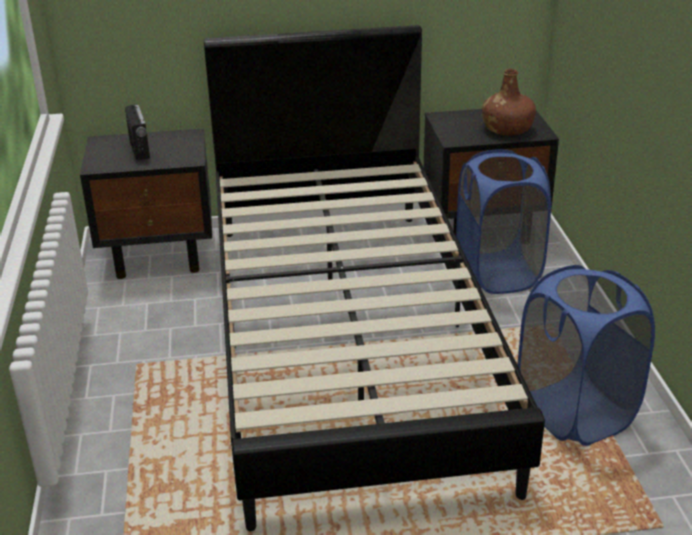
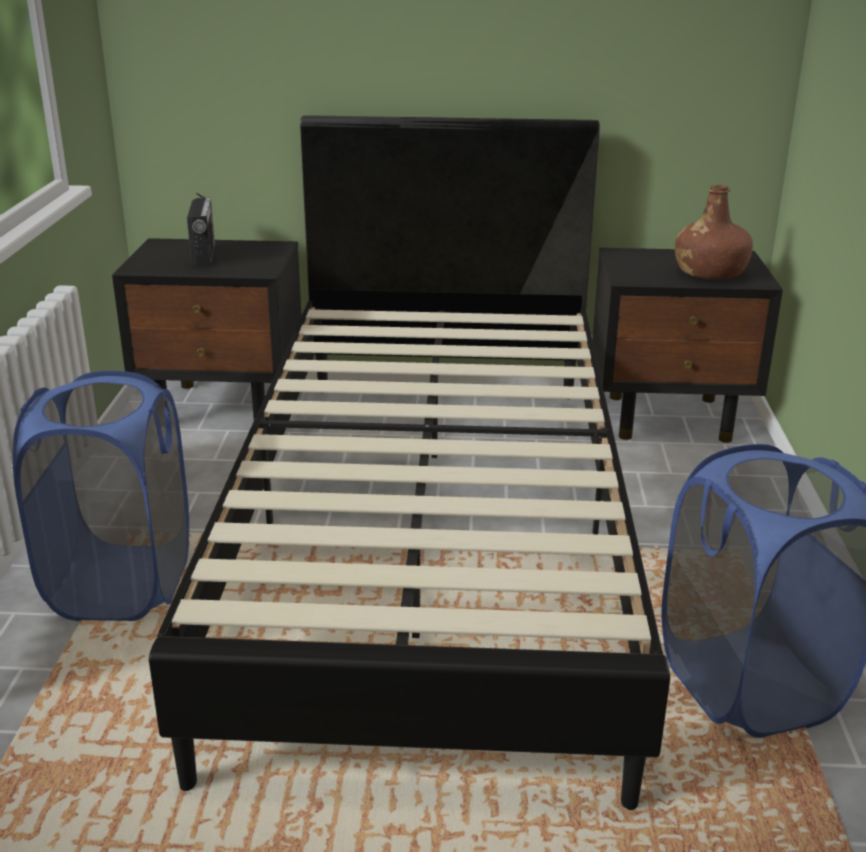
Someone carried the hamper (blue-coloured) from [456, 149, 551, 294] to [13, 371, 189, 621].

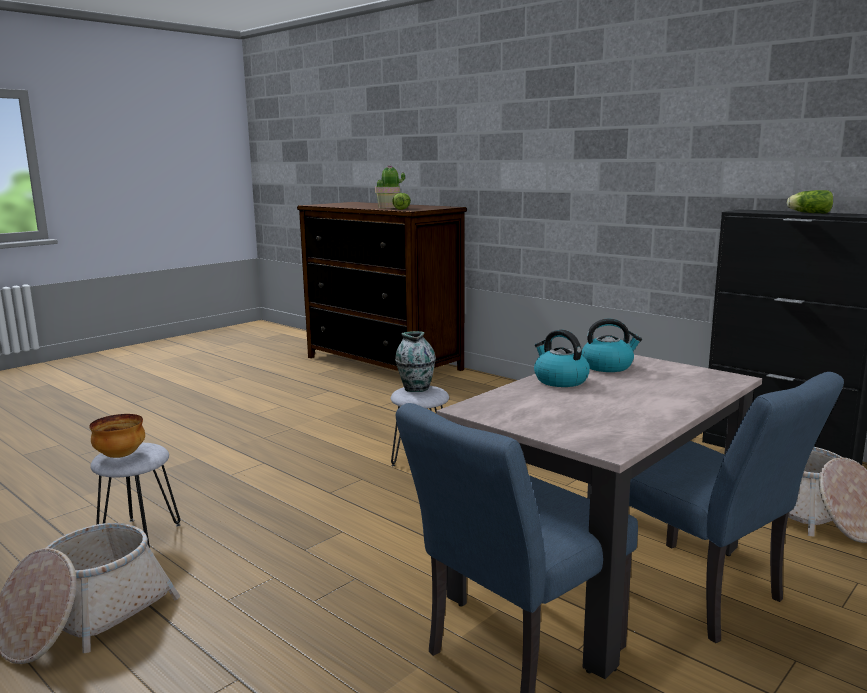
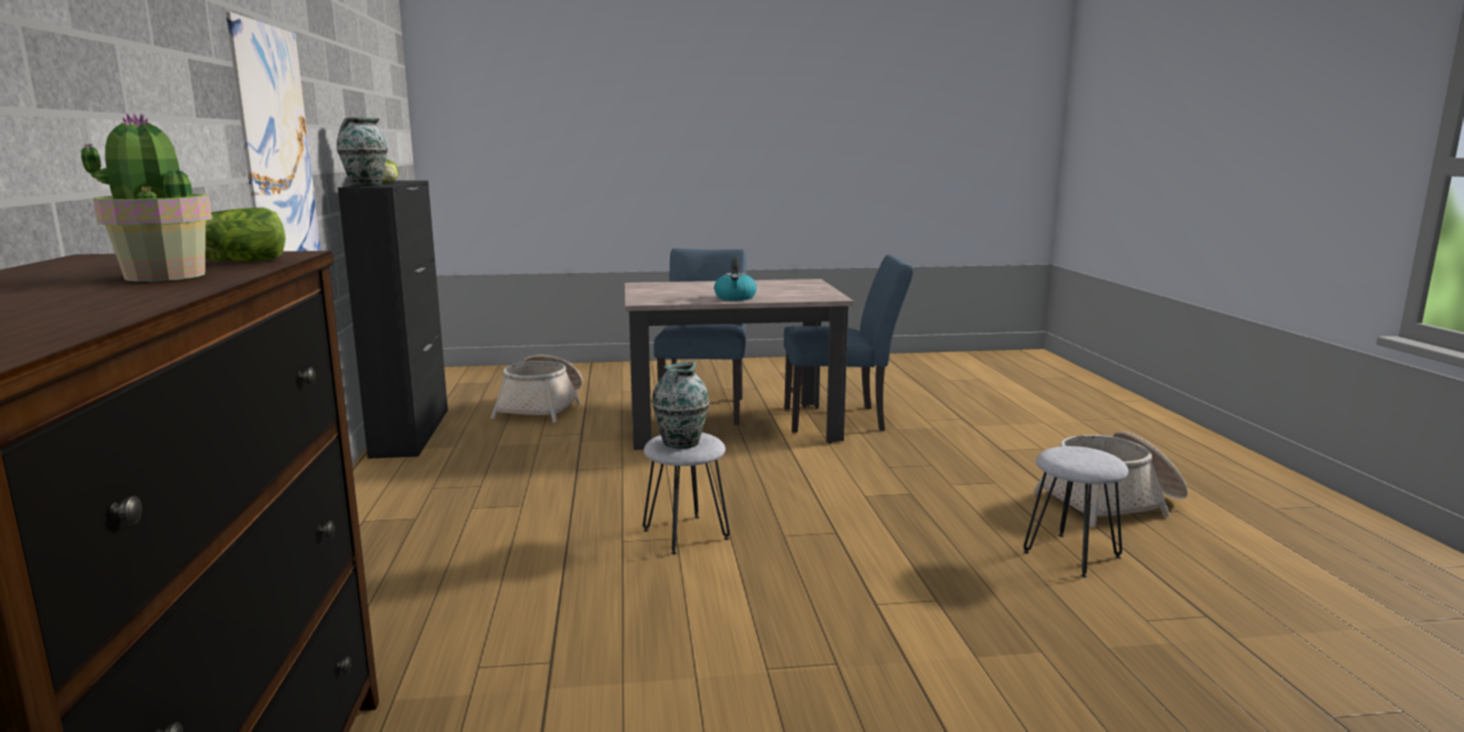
Someone took away the bowl at [89, 414, 145, 458].
Someone took away the water kettle at [581, 319, 642, 372].
Someone put up the wall picture at [226, 12, 321, 251].
Someone put down the flower vase at [337, 117, 388, 186].

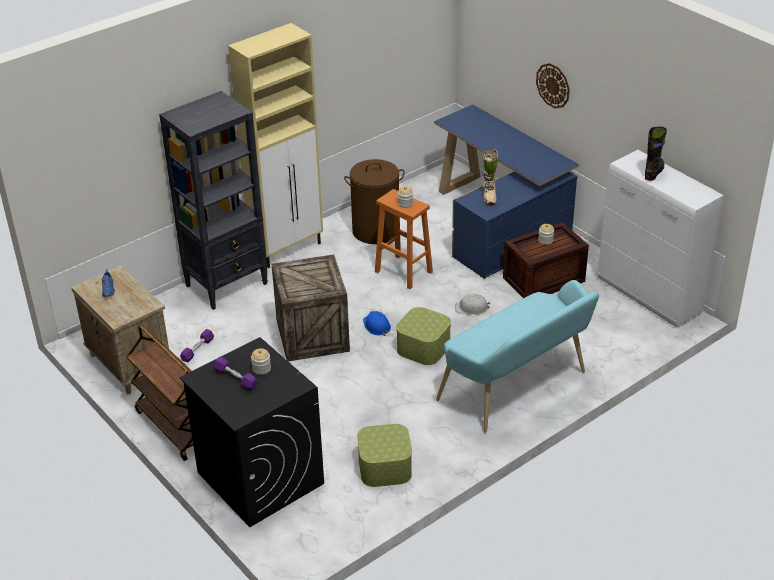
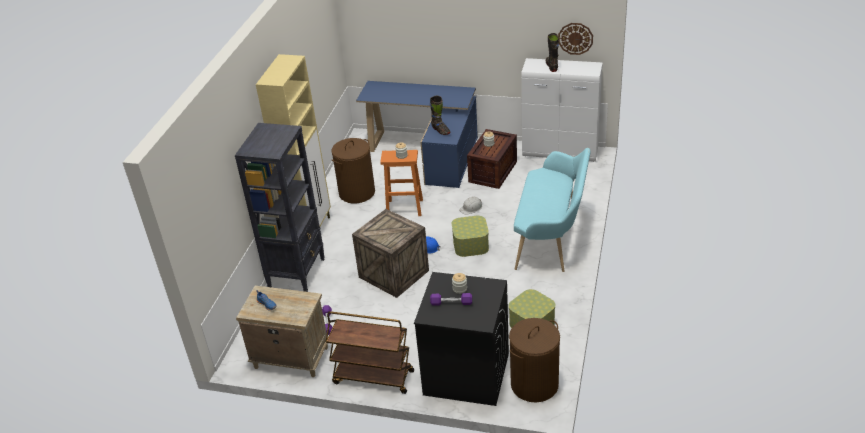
Someone repainted the boot (beige) at [483, 150, 498, 205], which became the boot (blackish) at [430, 96, 451, 135].
Someone carried the wall clock from [536, 63, 570, 109] to [558, 23, 593, 55].
Someone put down the hamper (brown-coloured) at [509, 318, 560, 403].

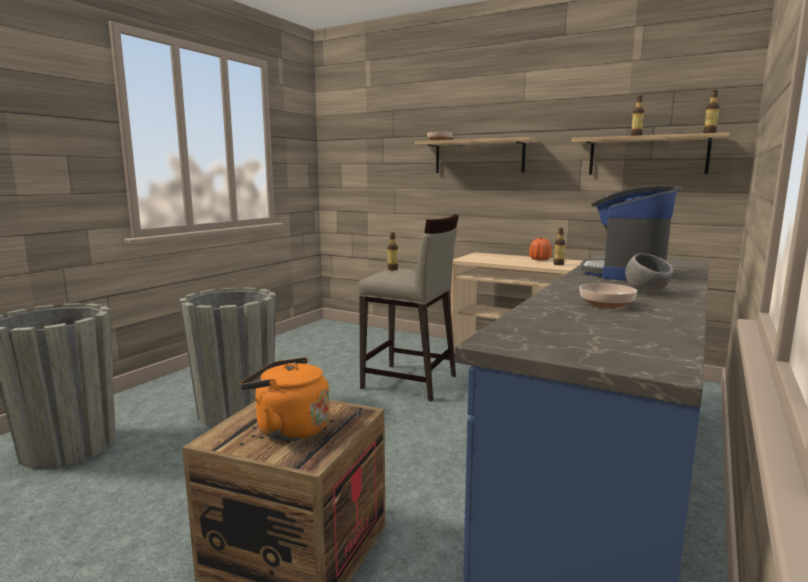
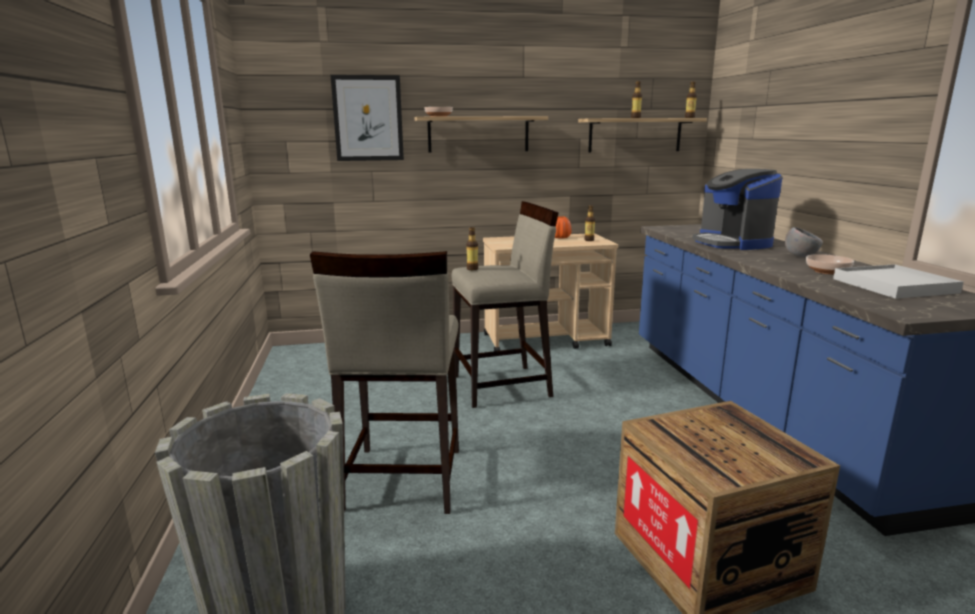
Someone swapped the planter (greyish) at [179, 287, 276, 428] for the sitting stool (beige) at [310, 251, 459, 514].
Someone took away the water kettle (orangey) at [239, 357, 330, 441].
Someone put up the wall picture at [331, 75, 404, 161].
Someone put down the serving tray (white) at [833, 264, 964, 299].

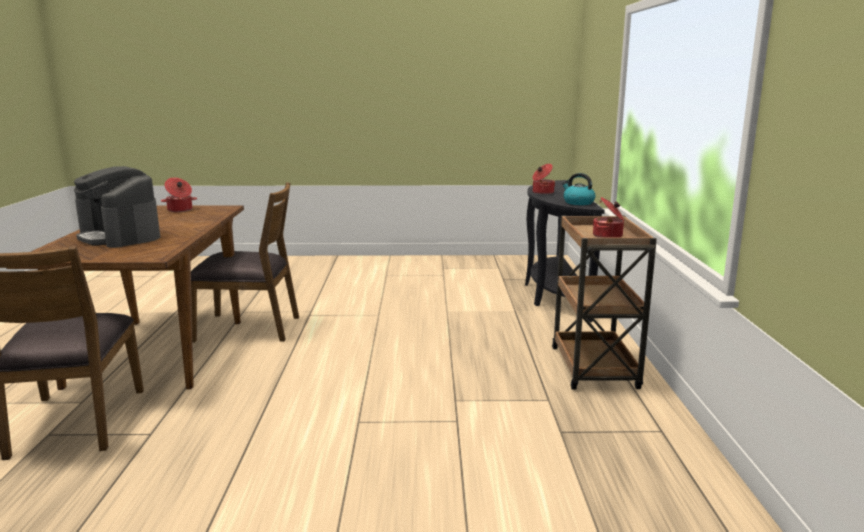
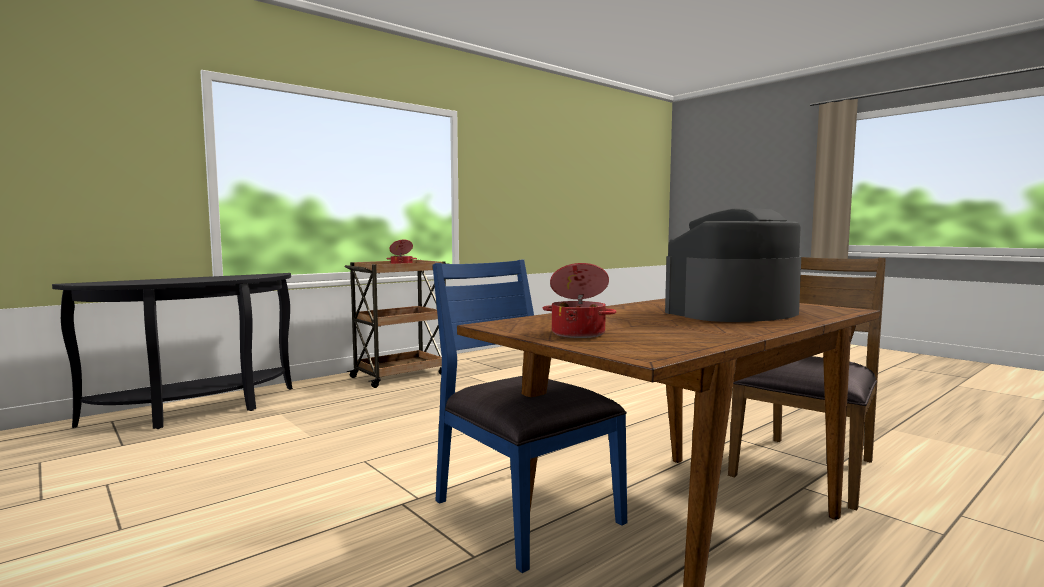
Someone rotated the coffee machine at [74, 166, 160, 248] by 120 degrees counterclockwise.
Someone repainted the chair (brown-coloured) at [191, 182, 299, 343], which became the chair (blue-coloured) at [433, 259, 627, 573].
Someone took away the stockpot at [532, 164, 555, 194].
Someone took away the water kettle at [562, 173, 596, 205].

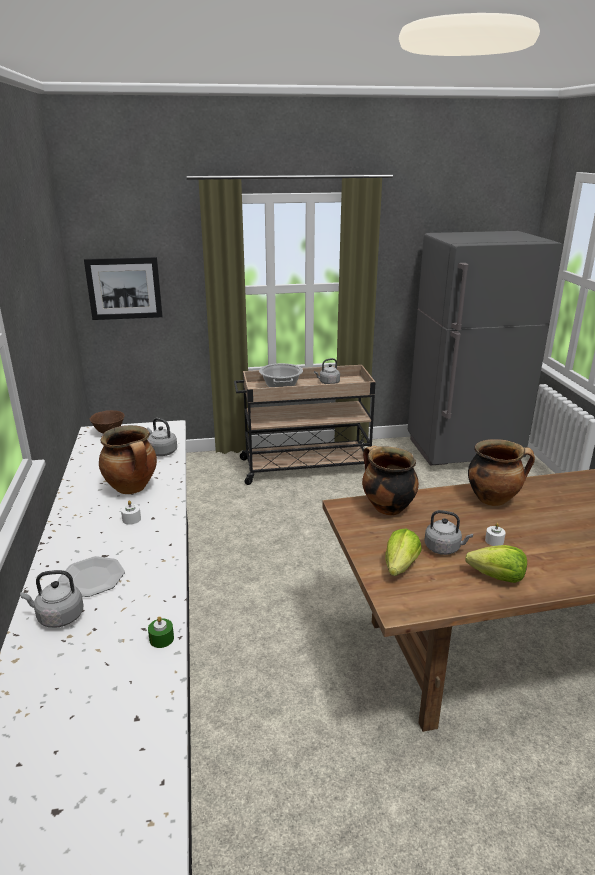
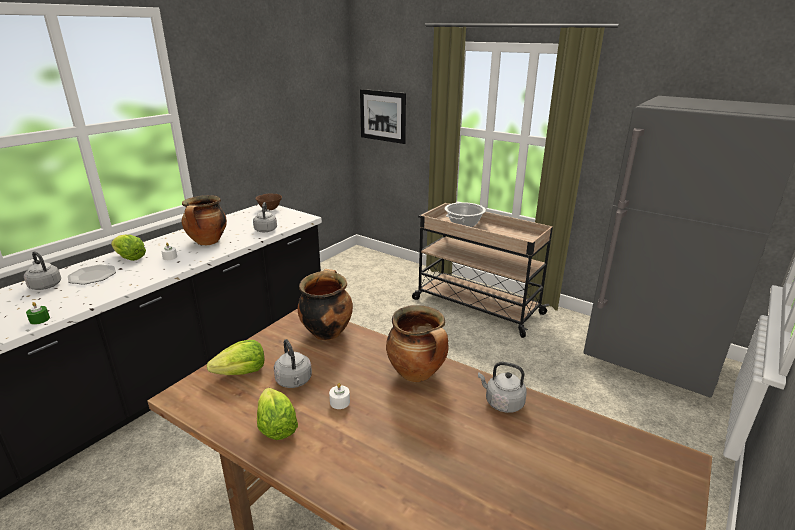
Someone carried the water kettle (greyish) from [314, 358, 340, 384] to [478, 362, 527, 413].
Someone put down the lettuce head at [111, 235, 146, 261].

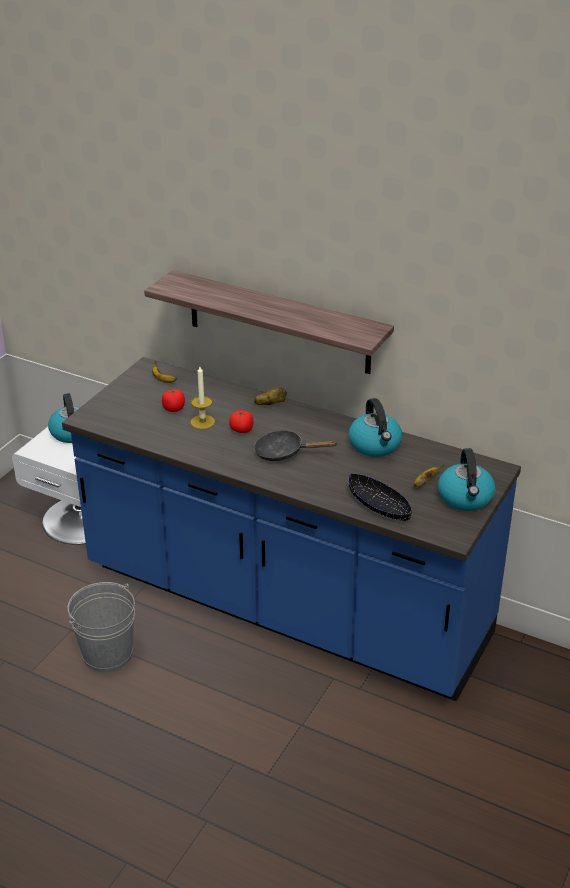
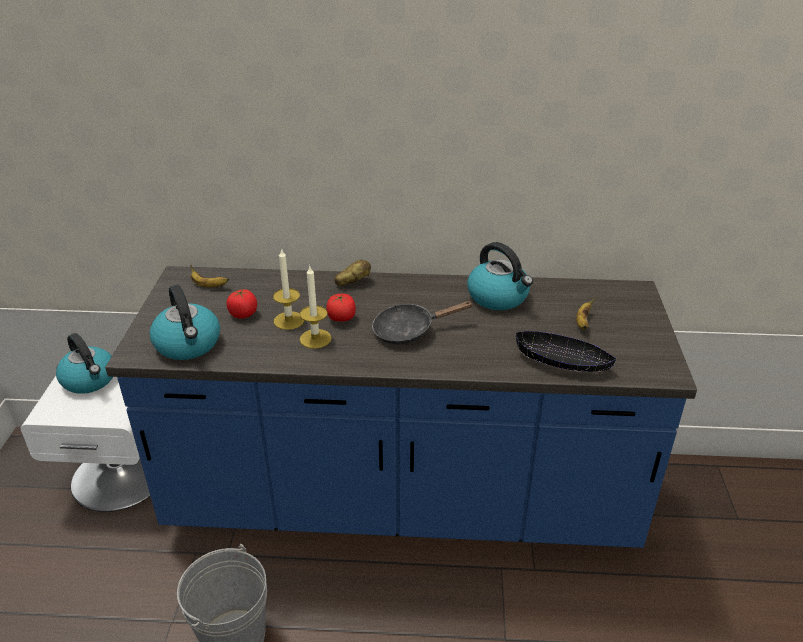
Someone took away the bracket shelf at [144, 270, 394, 374].
Someone carried the water kettle from [438, 448, 496, 511] to [149, 285, 220, 360].
Someone put down the candle at [300, 265, 332, 349].

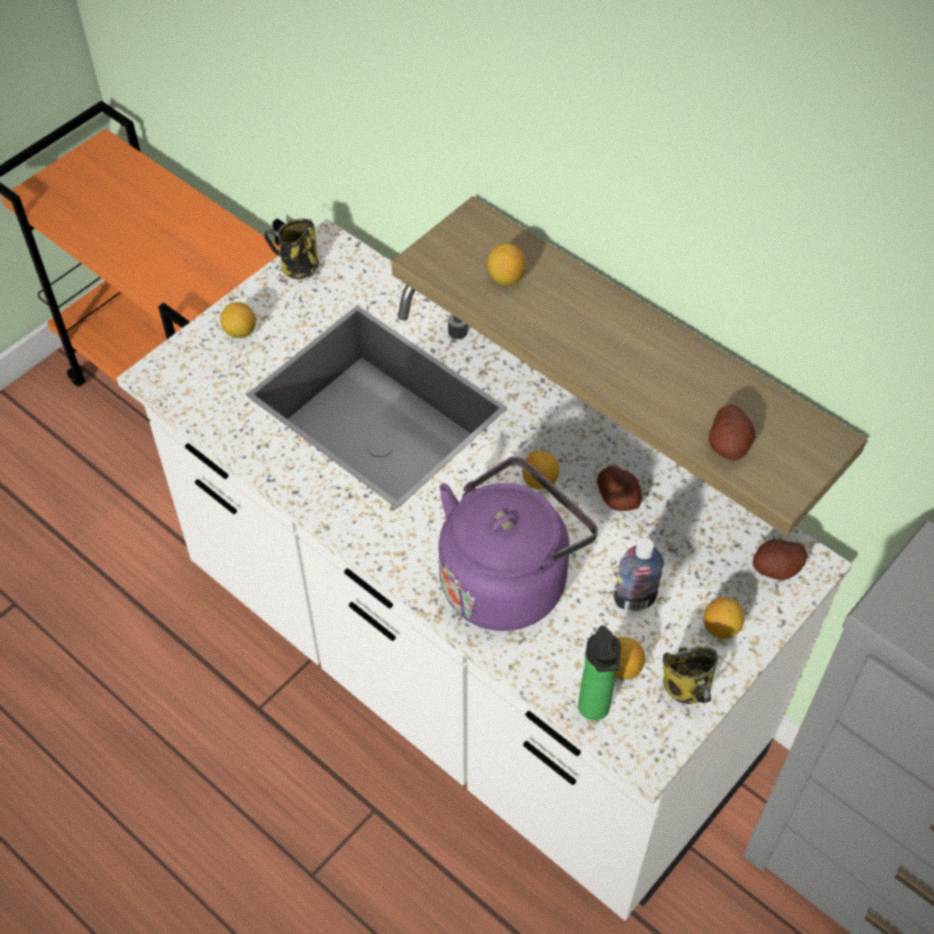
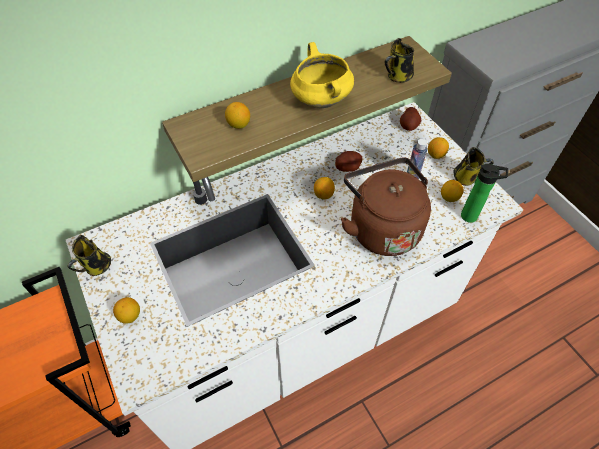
Someone repainted the water kettle (purplish) at [438, 456, 598, 631], which became the water kettle (brown-coloured) at [341, 157, 431, 256].
Someone swapped the potato at [709, 405, 756, 461] for the coffee mug at [384, 38, 414, 83].
Someone put down the stockpot (yellow) at [290, 42, 354, 108].

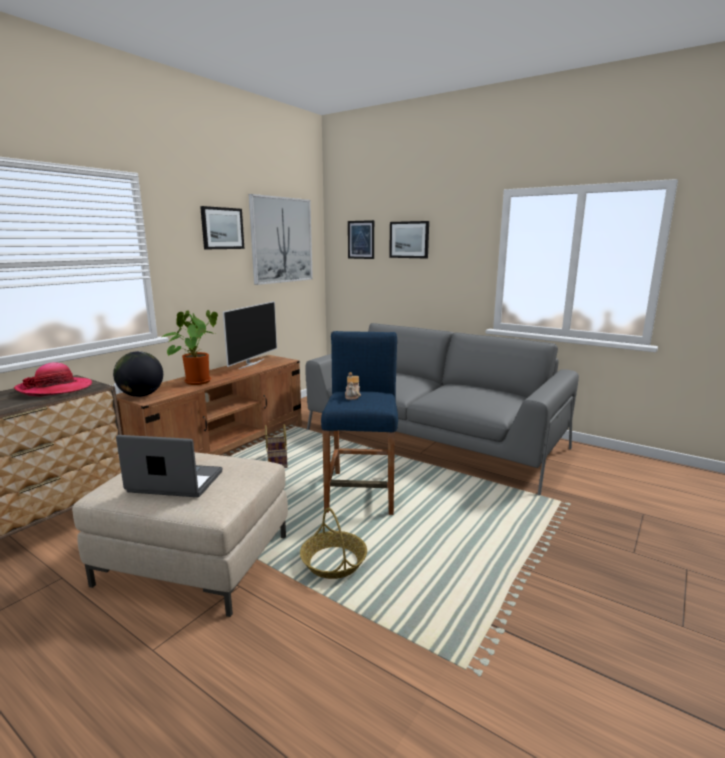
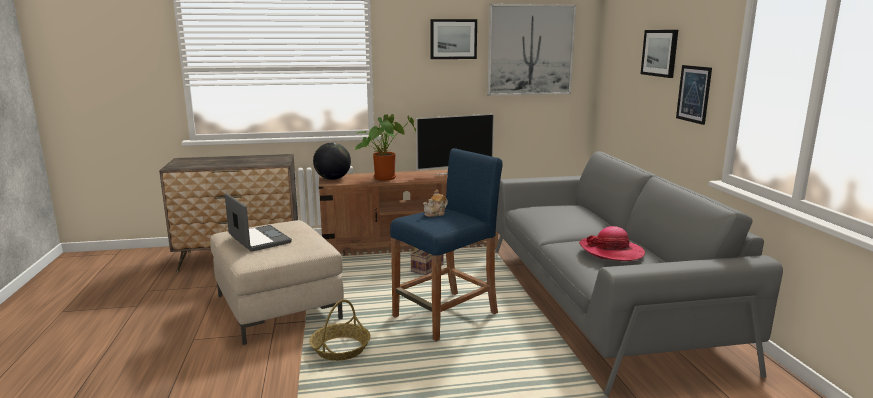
Someone carried the hat from [14, 362, 92, 397] to [579, 226, 645, 261].
Someone carried the wall picture from [348, 220, 374, 259] to [676, 65, 712, 125].

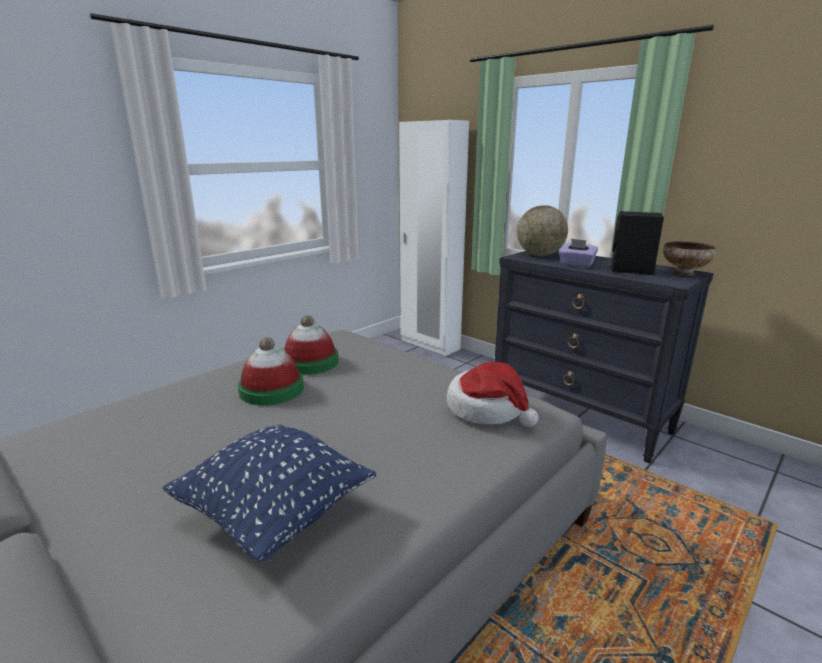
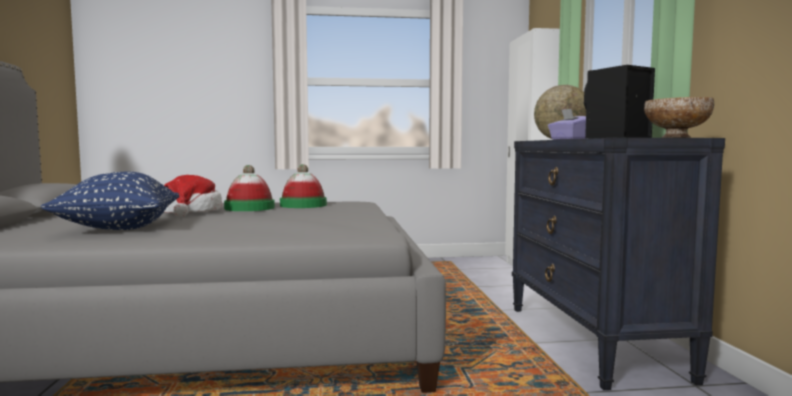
Someone carried the hat from [447, 362, 538, 427] to [164, 175, 222, 217].

